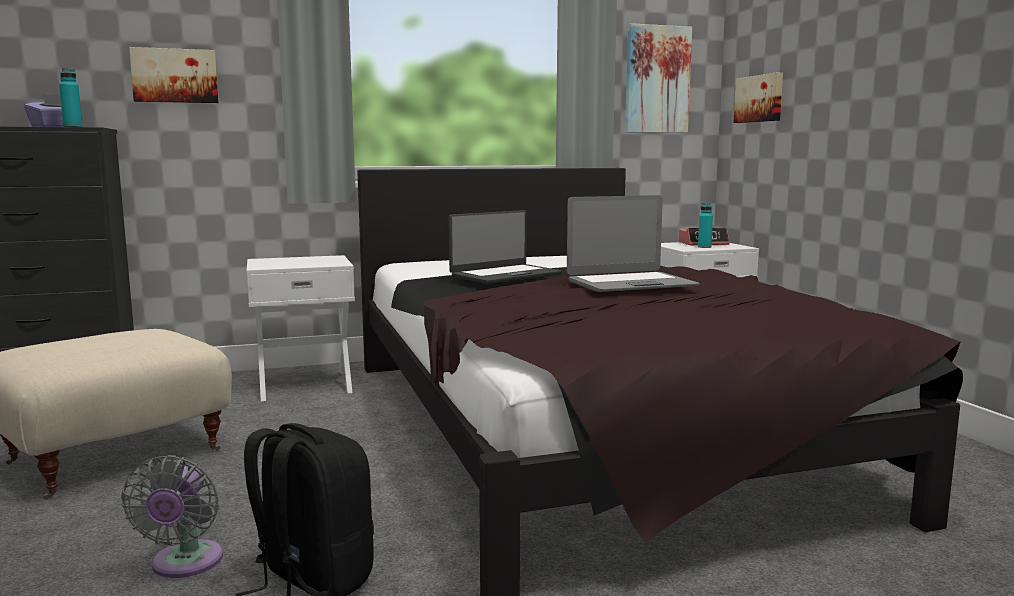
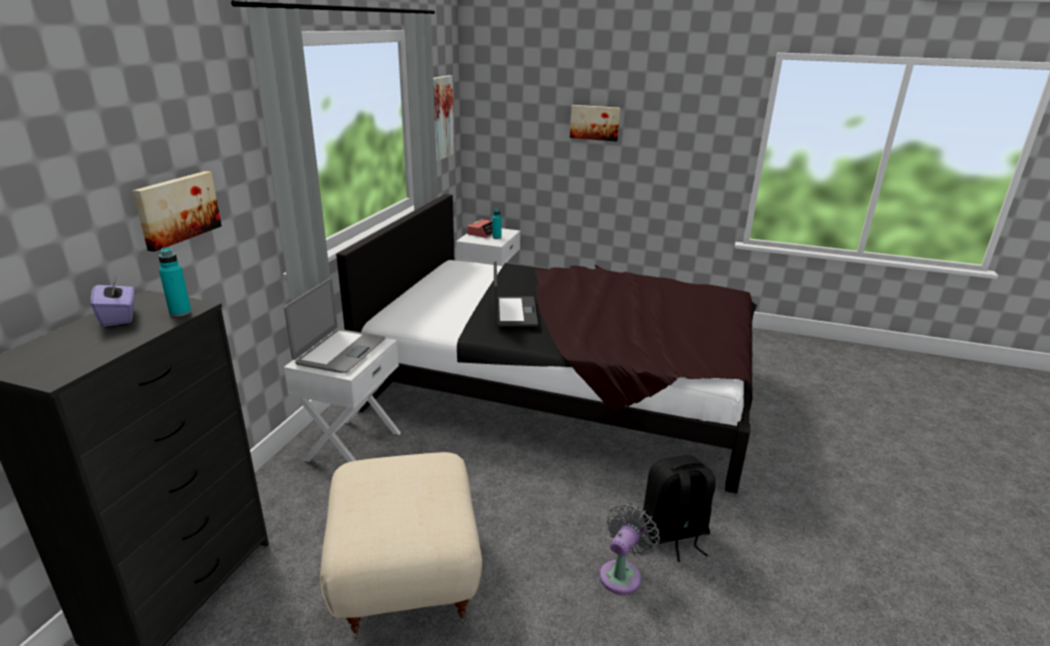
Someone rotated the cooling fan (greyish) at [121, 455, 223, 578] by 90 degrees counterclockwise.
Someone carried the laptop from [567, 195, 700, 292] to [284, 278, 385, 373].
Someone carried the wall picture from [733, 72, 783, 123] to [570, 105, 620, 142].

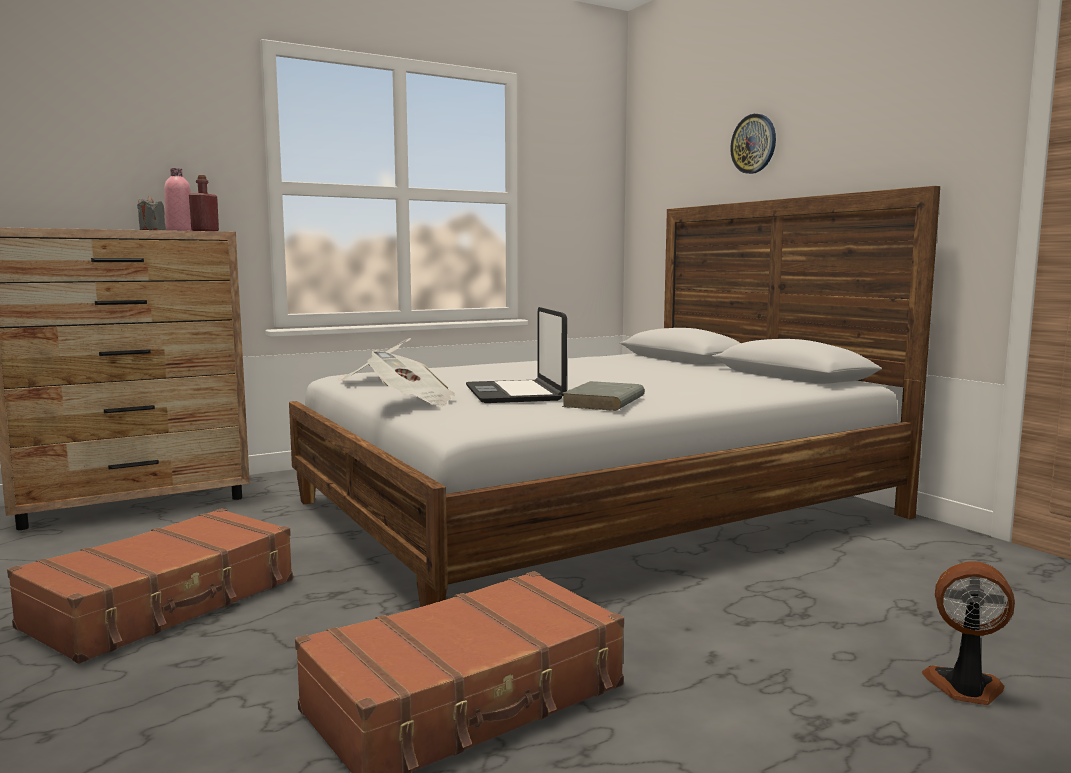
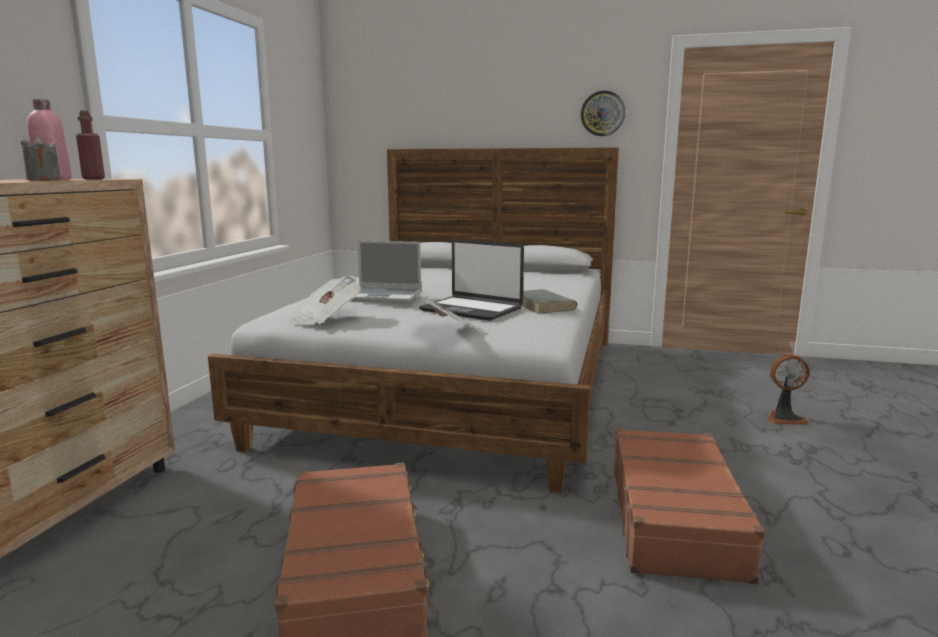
Someone carried the wall clock from [730, 114, 776, 174] to [581, 91, 625, 136].
Someone rotated the cooling fan at [922, 561, 1015, 705] by 150 degrees counterclockwise.
Someone put down the laptop at [350, 240, 421, 304].

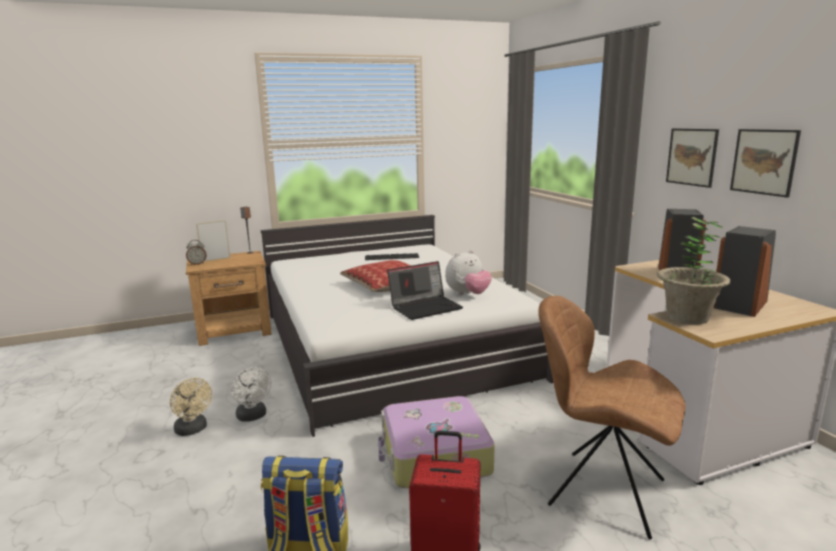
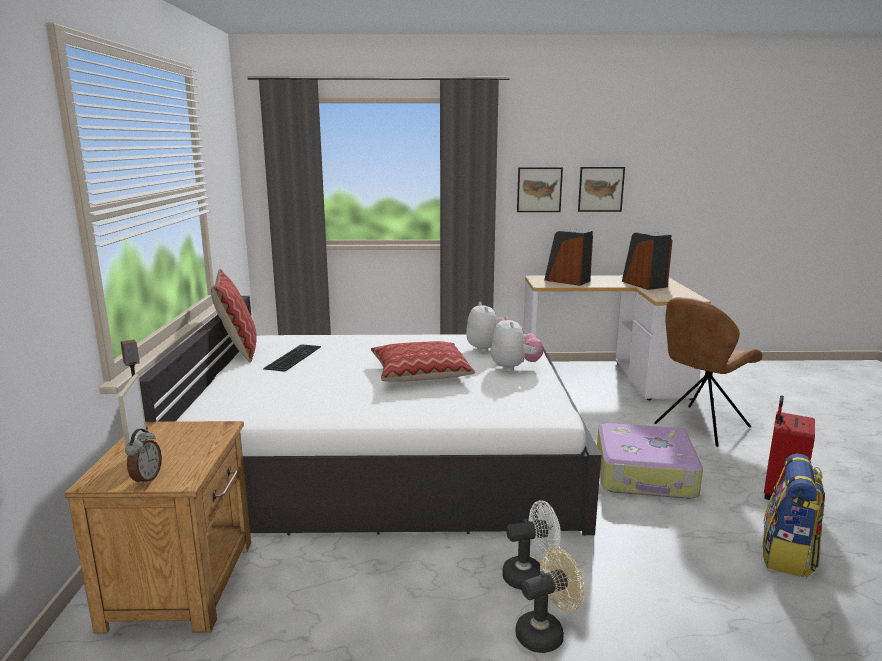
Someone swapped the laptop at [387, 261, 463, 320] for the cuddly toy at [491, 316, 543, 372].
Someone took away the houseplant at [657, 217, 731, 324].
Someone put down the cushion at [211, 269, 257, 363].

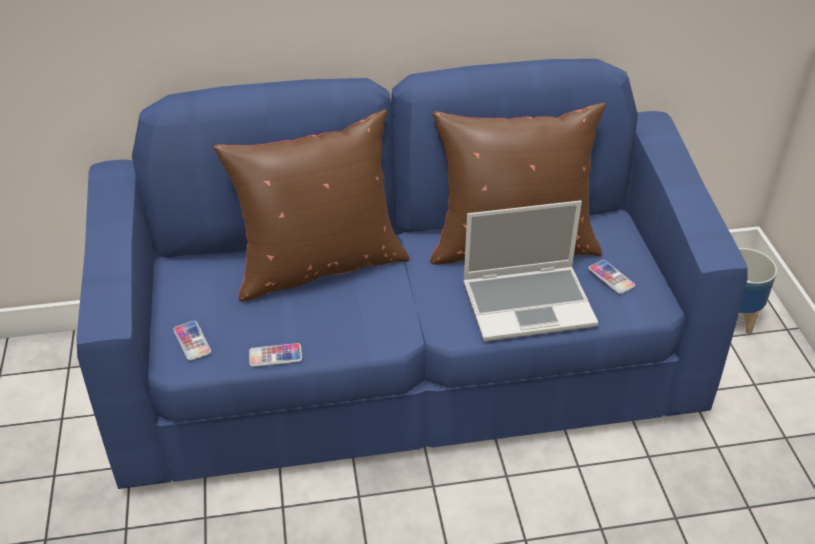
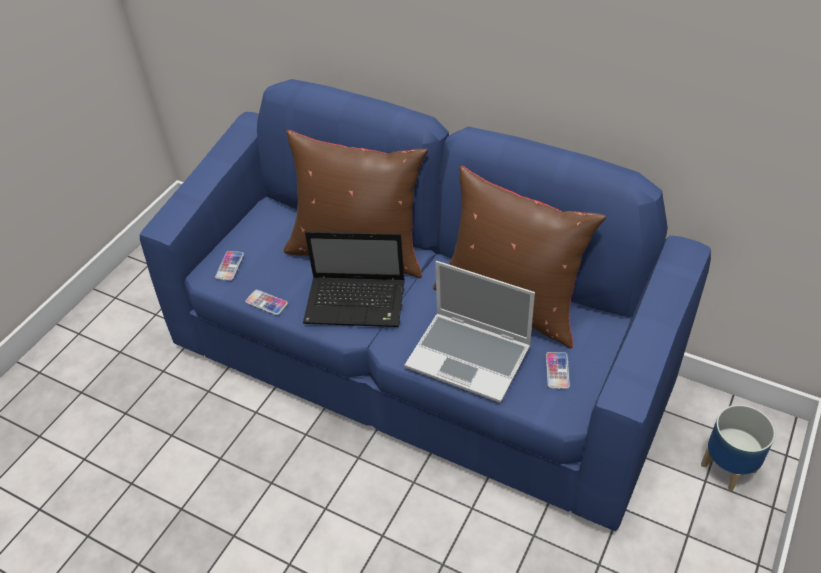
Someone put down the laptop at [303, 231, 405, 327].

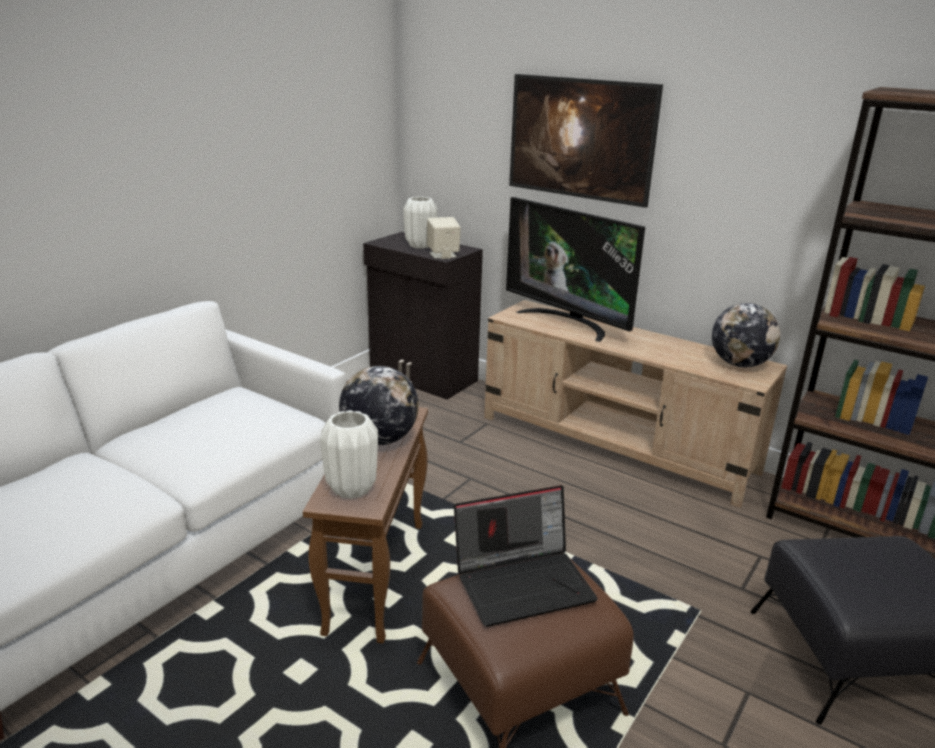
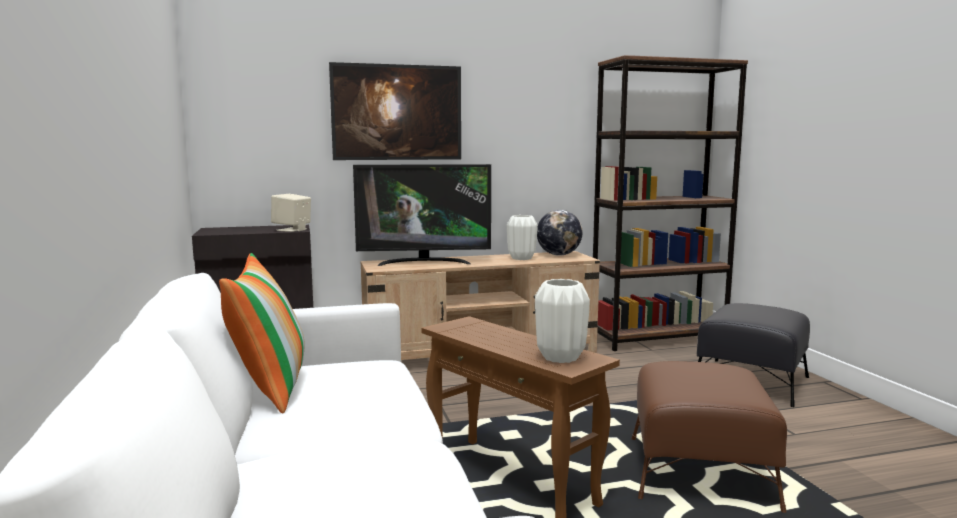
Someone took away the globe at [339, 366, 419, 445].
Someone carried the flower vase (white) from [403, 197, 437, 249] to [507, 215, 538, 260].
Someone took away the laptop at [454, 485, 598, 627].
Someone put down the cushion at [219, 253, 305, 414].

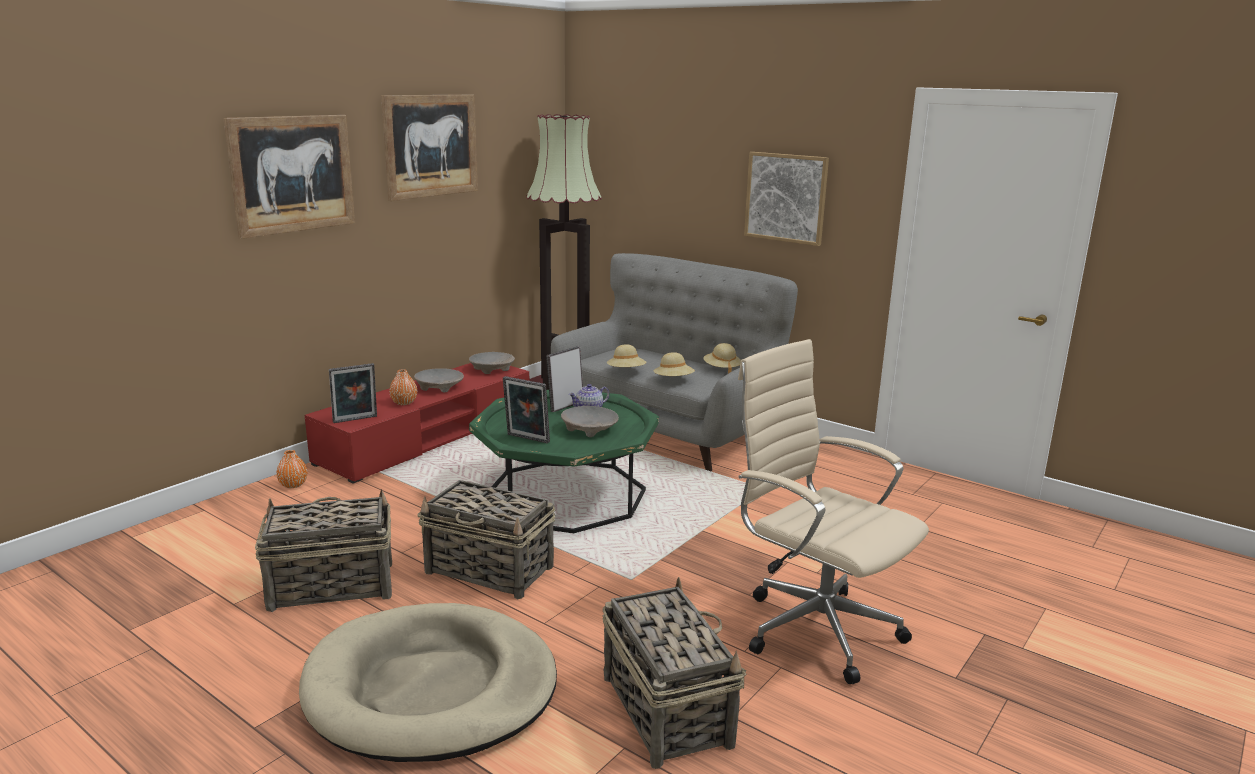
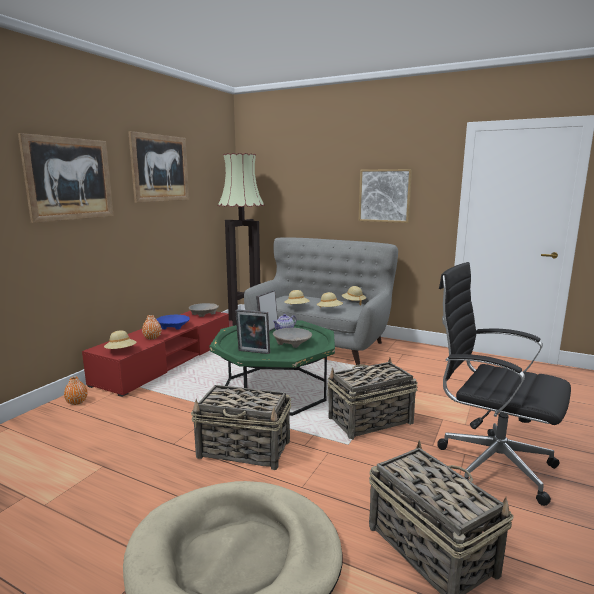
Someone carried the household basket from [255, 489, 392, 612] to [327, 358, 417, 440].
Someone swapped the photo frame at [329, 363, 377, 423] for the hat (beige) at [104, 330, 136, 349].
Someone repainted the bowl (beige) at [414, 368, 464, 392], which became the bowl (blue-coloured) at [156, 315, 190, 330].
Someone repainted the computer chair (beige) at [738, 339, 929, 684], which became the computer chair (blackish) at [438, 262, 571, 506].

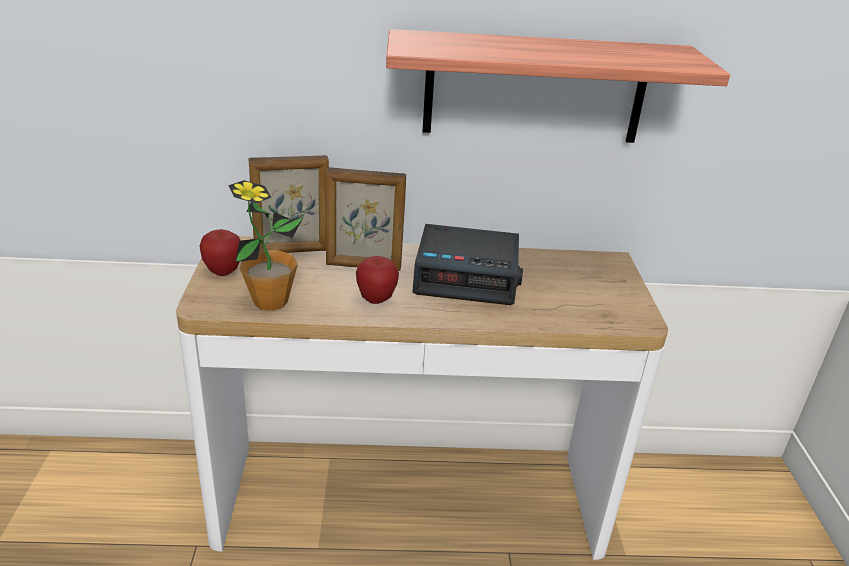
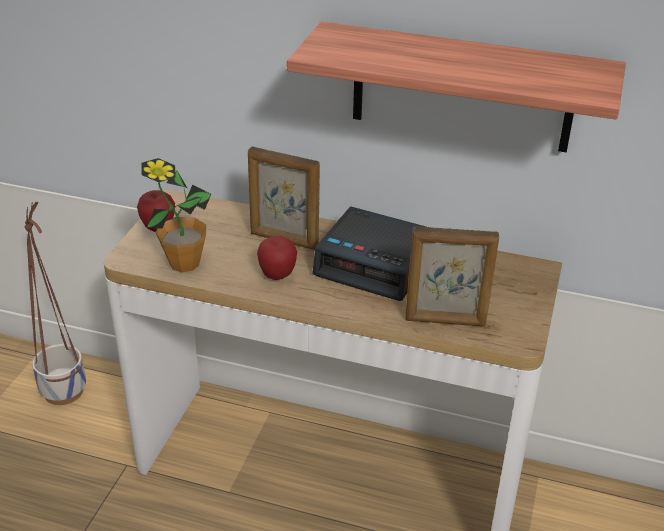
Someone carried the photo frame from [249, 155, 329, 253] to [405, 226, 499, 326].
Someone put down the planter at [25, 202, 86, 405].

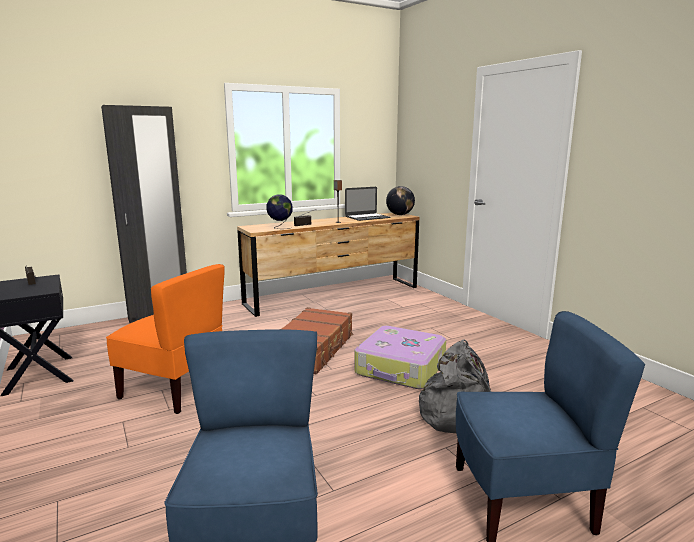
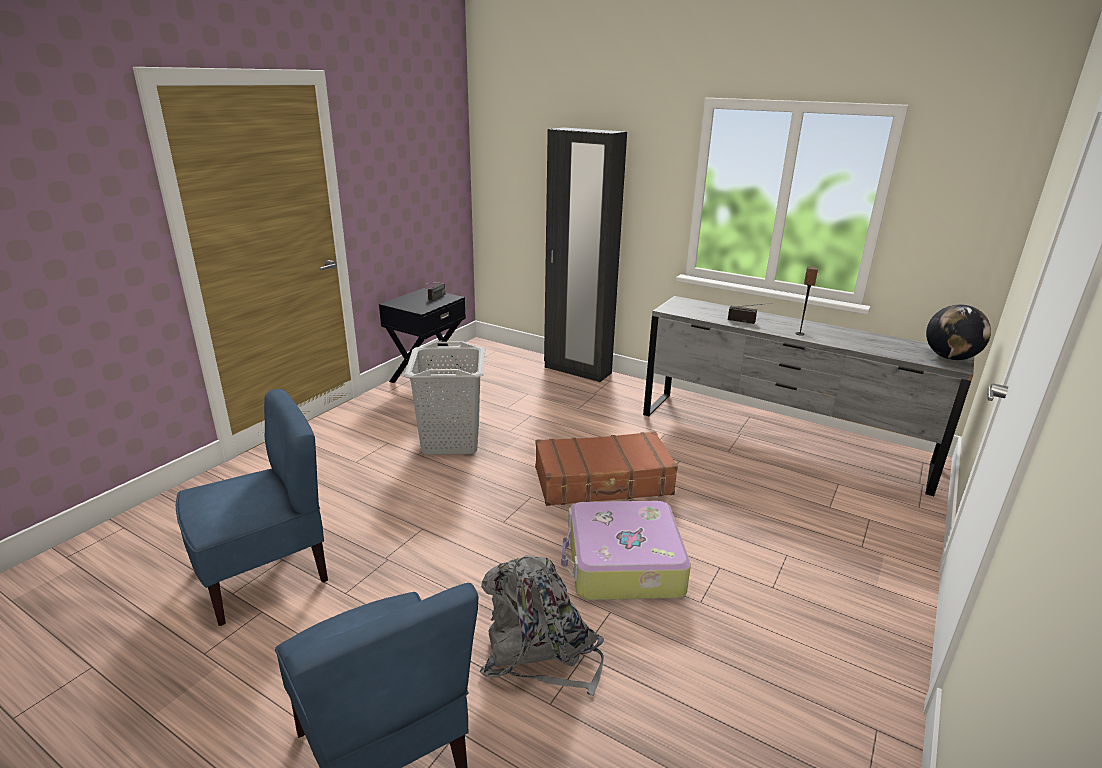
Someone swapped the chair (orangey) at [106, 264, 224, 414] for the hamper (greyish) at [404, 342, 485, 455].
Someone repainted the drawer chest (brown-coloured) at [237, 213, 419, 317], which became the drawer chest (greyish) at [643, 296, 974, 496].
Someone took away the globe at [266, 194, 293, 229].
Someone took away the laptop at [345, 187, 390, 221].

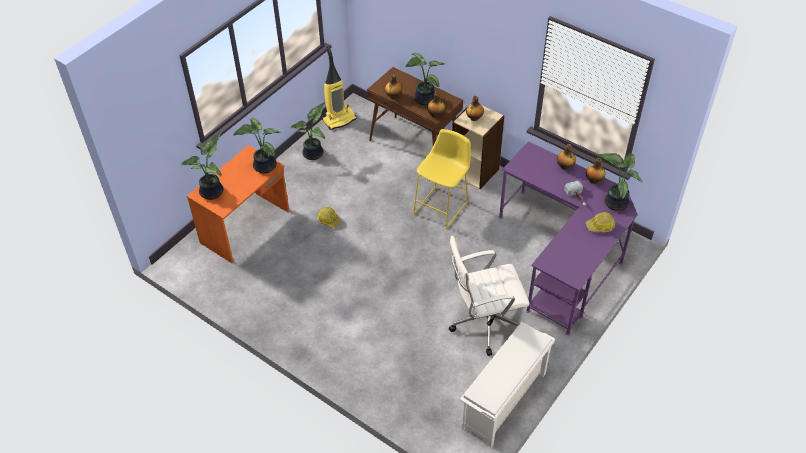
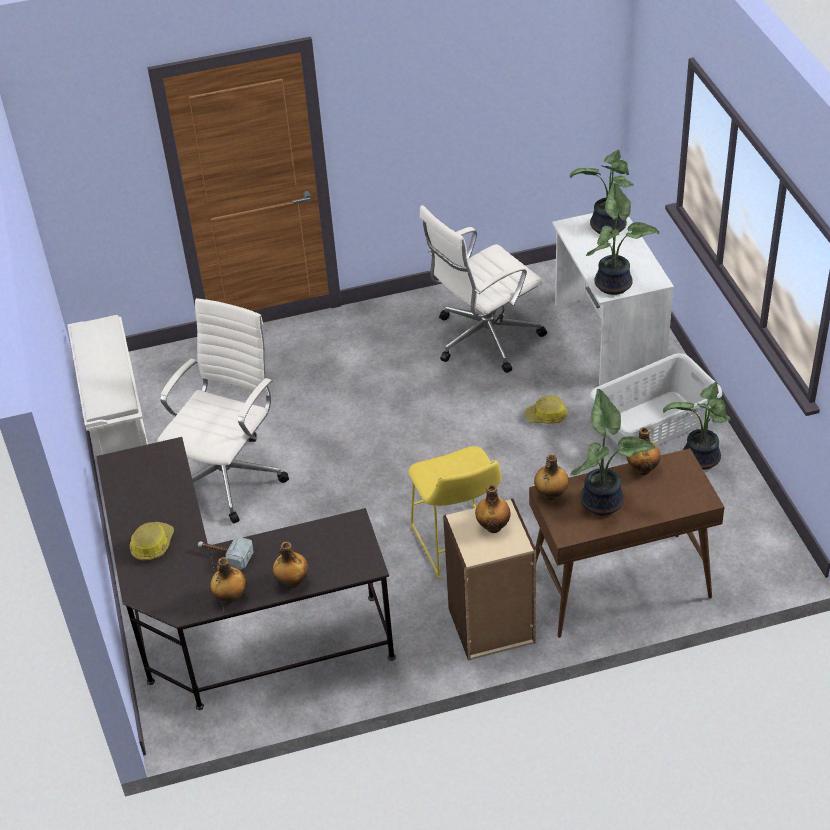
Someone repainted the desk table (orangey) at [187, 145, 290, 264], which became the desk table (white) at [552, 213, 674, 385].
Someone took away the hoover at [322, 46, 357, 130].
Someone repainted the desk table (purplish) at [499, 141, 638, 336], which became the desk table (blackish) at [96, 437, 396, 710].
Someone took away the houseplant at [597, 153, 643, 211].
Someone put down the computer chair (white) at [419, 205, 547, 373].
Someone put down the hamper (greyish) at [589, 353, 722, 448].

